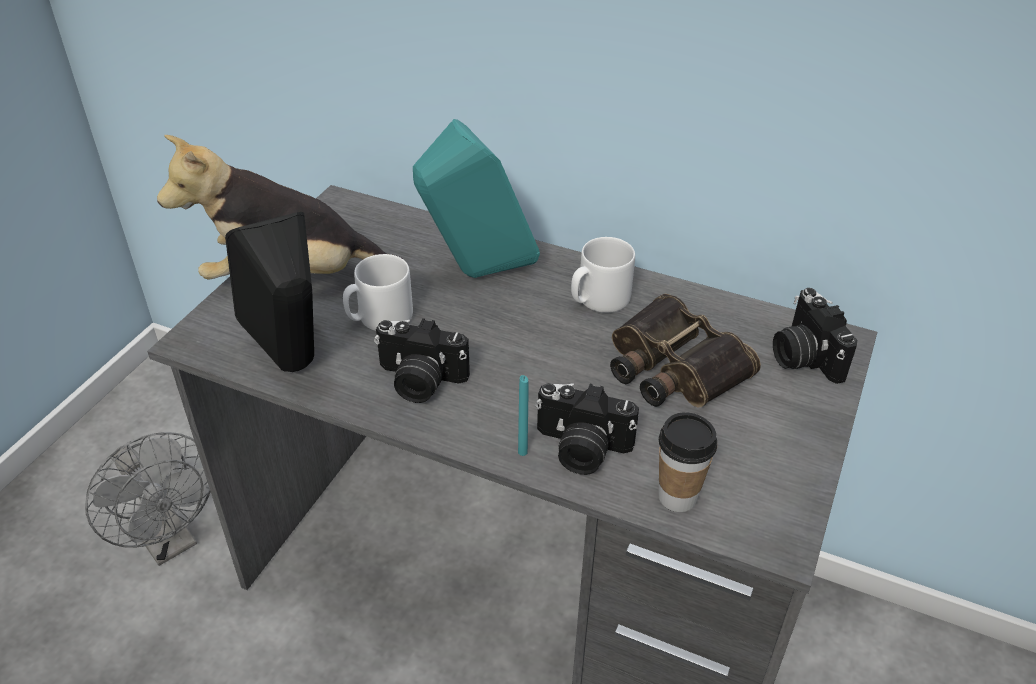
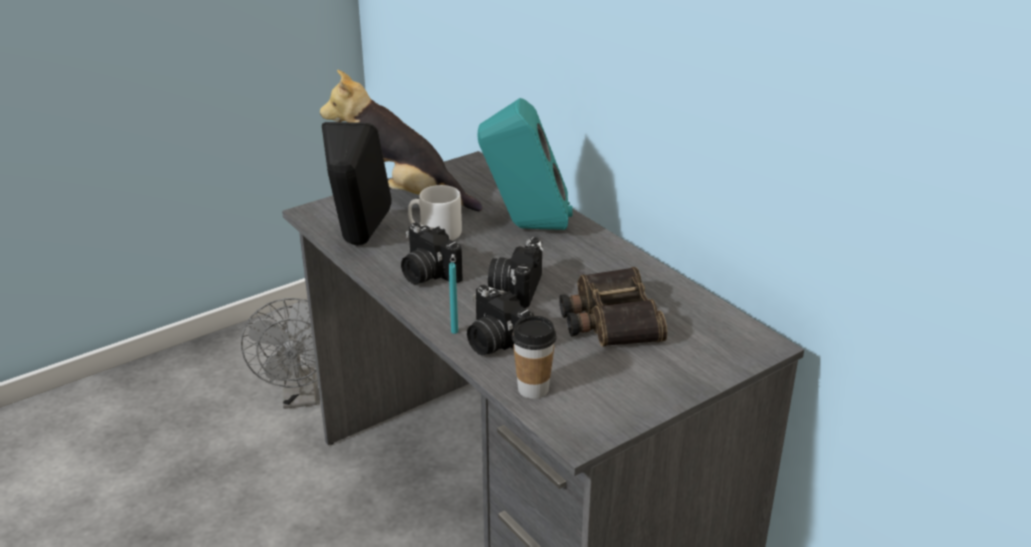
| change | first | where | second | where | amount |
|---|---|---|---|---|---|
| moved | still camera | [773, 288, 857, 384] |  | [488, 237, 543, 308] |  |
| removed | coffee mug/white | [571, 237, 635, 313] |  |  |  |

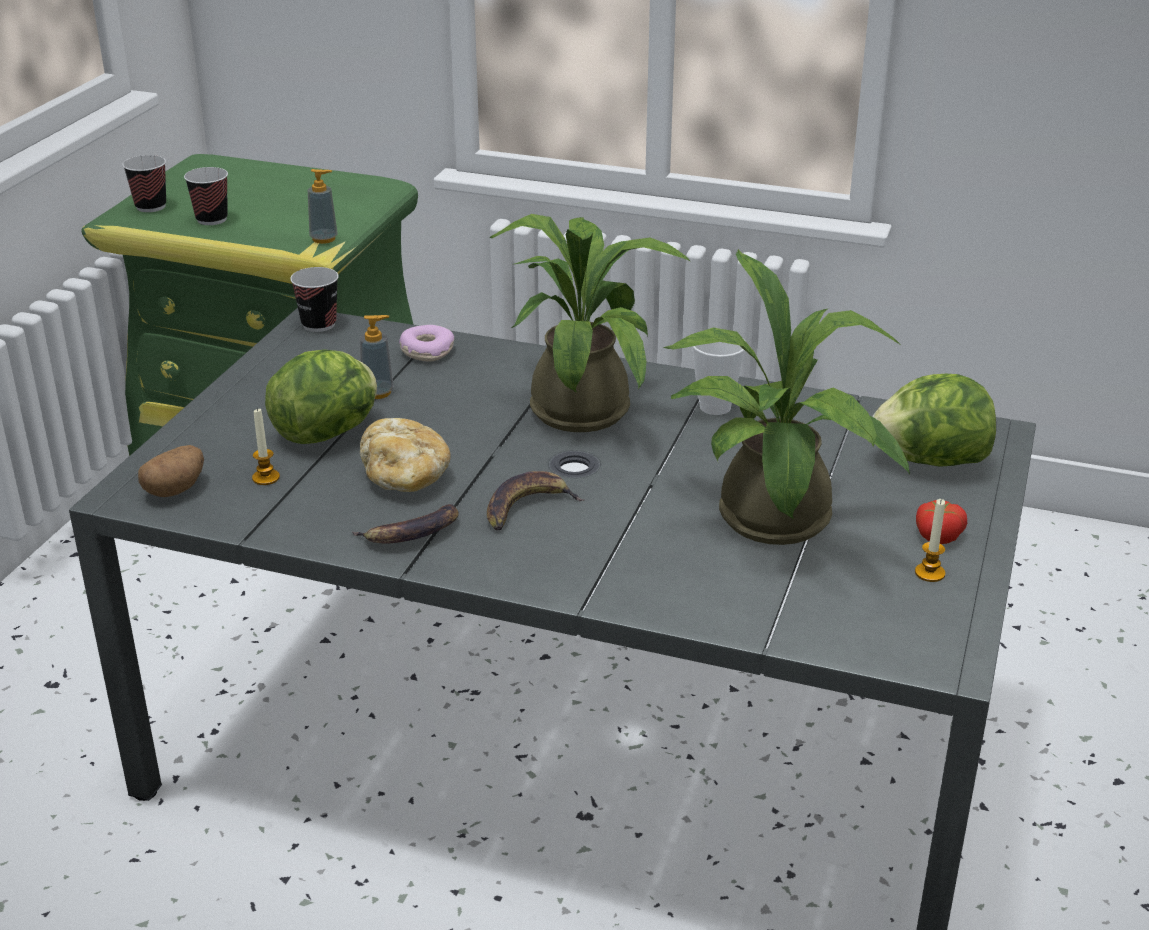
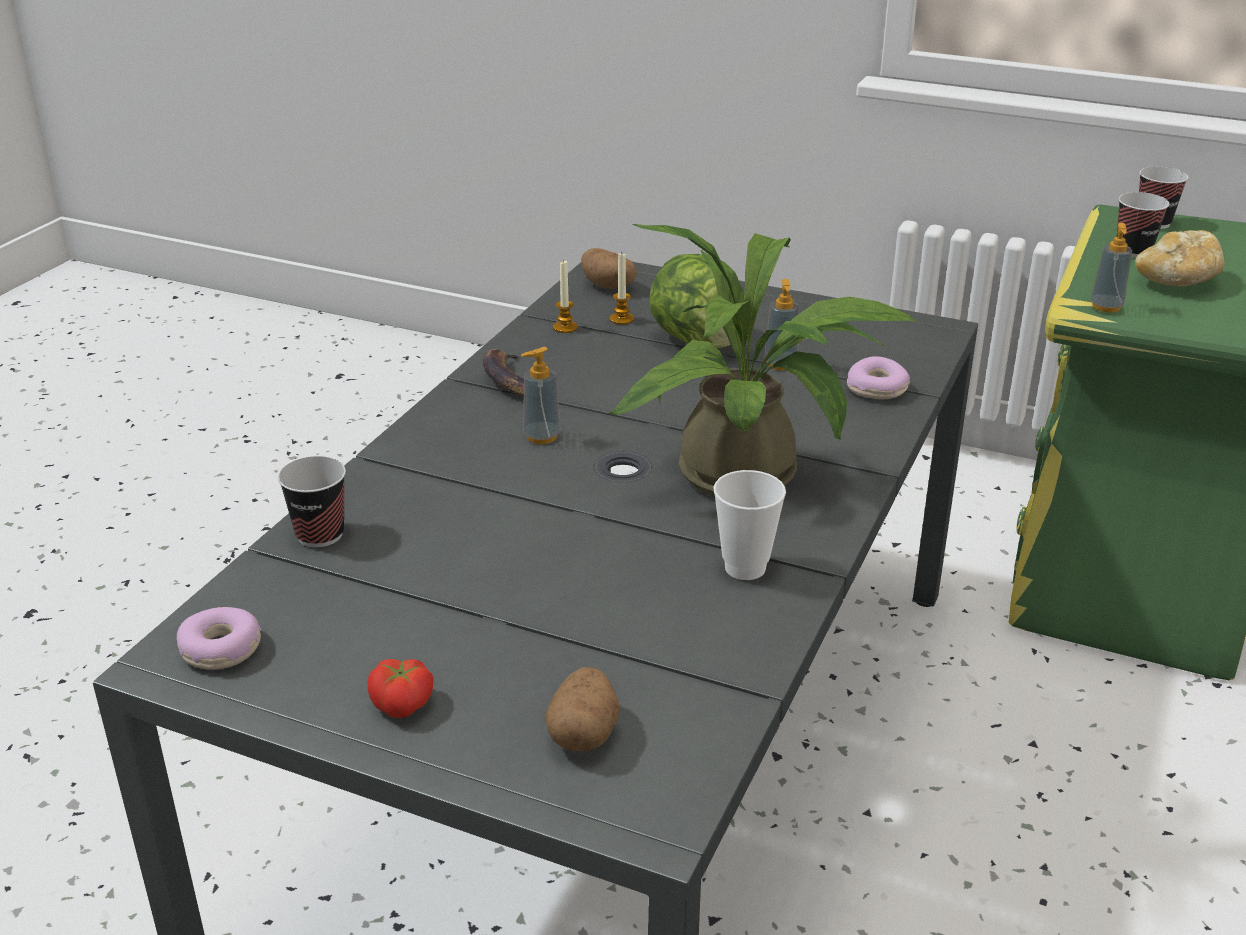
| change | first | where | second | where | amount |
|---|---|---|---|---|---|
| added |  |  | doughnut | [177, 607, 262, 670] |  |
| moved | small cup | [290, 267, 339, 332] |  | [278, 456, 346, 548] |  |
| replaced | whole banana | [487, 471, 585, 530] | soap bottle | [521, 347, 560, 444] |  |
| replaced | head of lettuce | [872, 374, 996, 467] | whole potato | [545, 667, 620, 751] |  |
| moved | wax candle | [915, 499, 945, 582] |  | [553, 259, 578, 333] |  |
| moved | bread | [360, 418, 451, 492] |  | [1135, 230, 1224, 287] |  |
| removed | houseplant | [663, 249, 910, 545] |  |  |  |

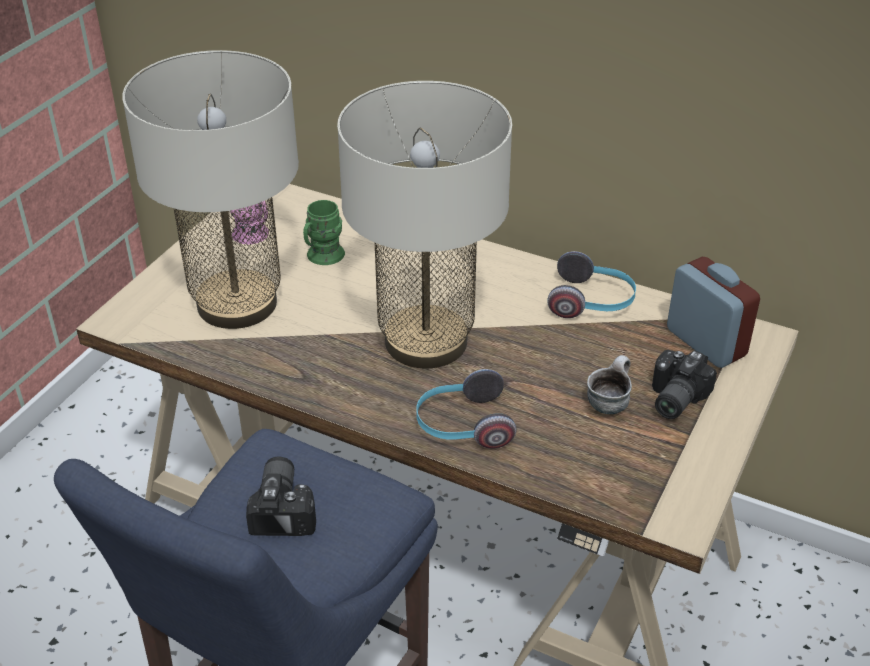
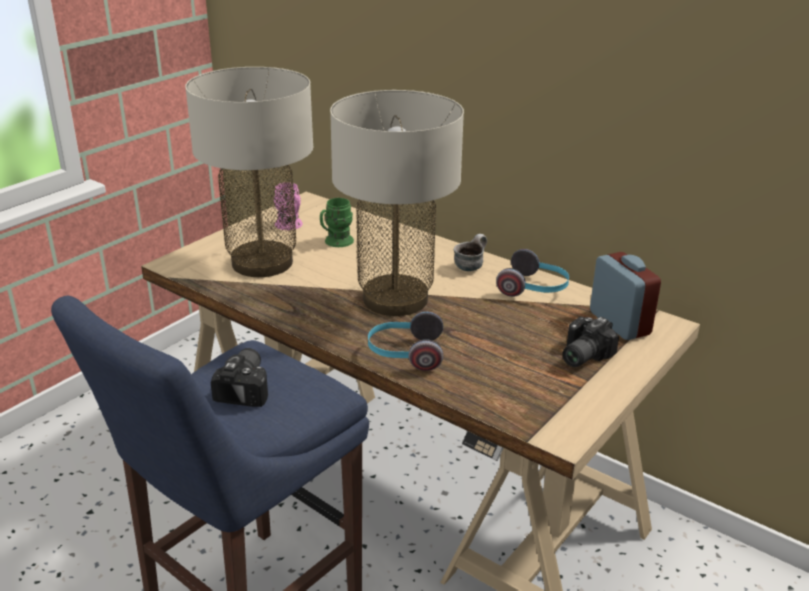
| change | first | where | second | where | amount |
|---|---|---|---|---|---|
| moved | coffee mug | [587, 355, 632, 414] |  | [454, 234, 487, 271] |  |

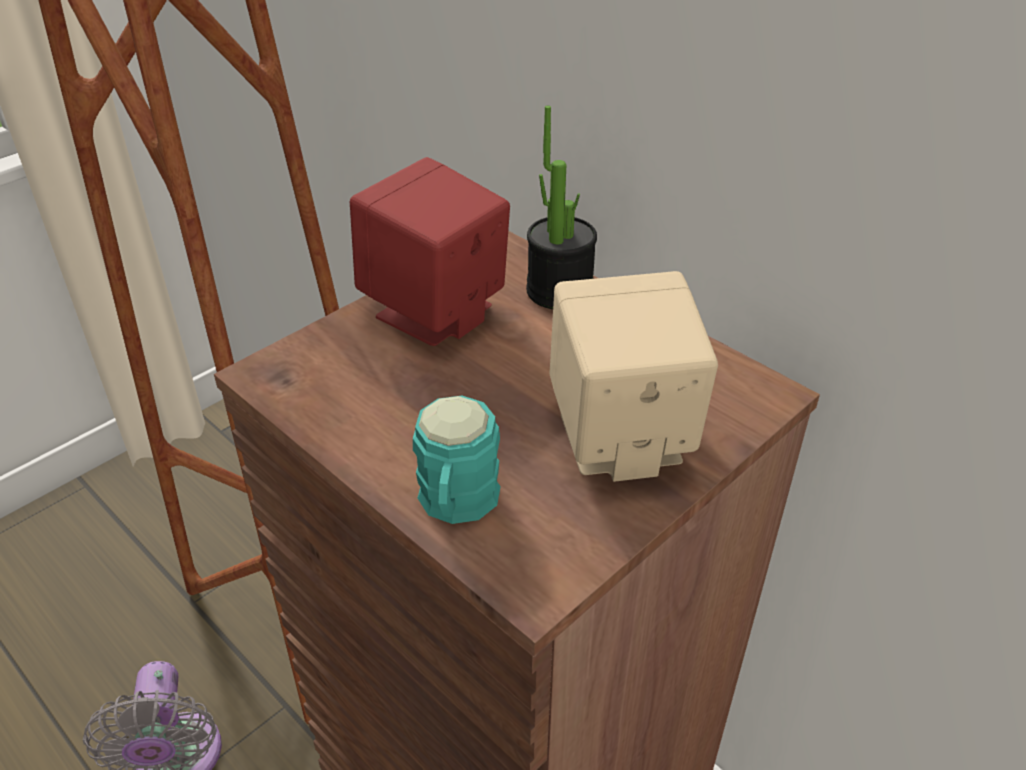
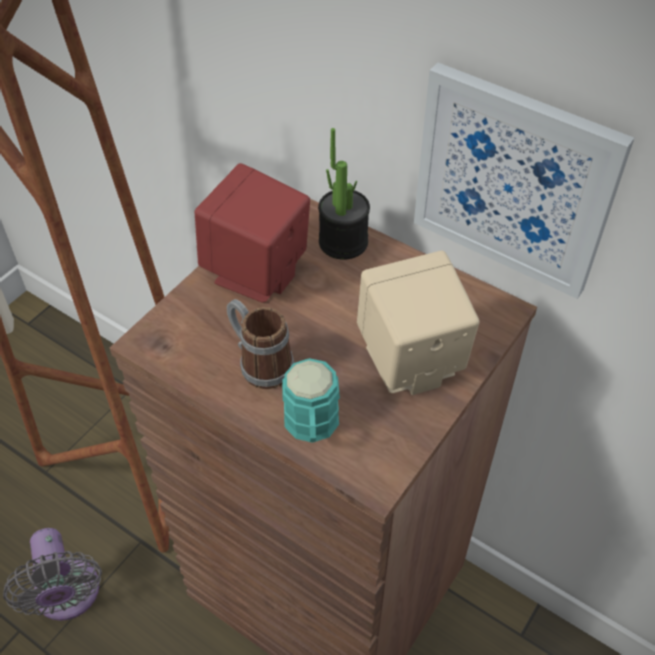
| change | first | where | second | where | amount |
|---|---|---|---|---|---|
| added |  |  | coffee mug | [227, 299, 294, 389] |  |
| added |  |  | wall art | [414, 63, 634, 299] |  |

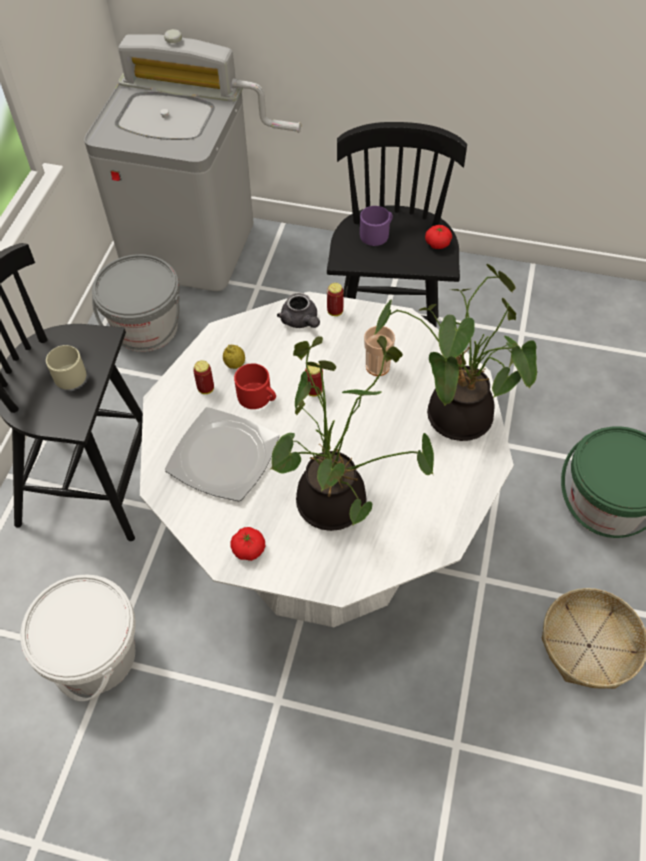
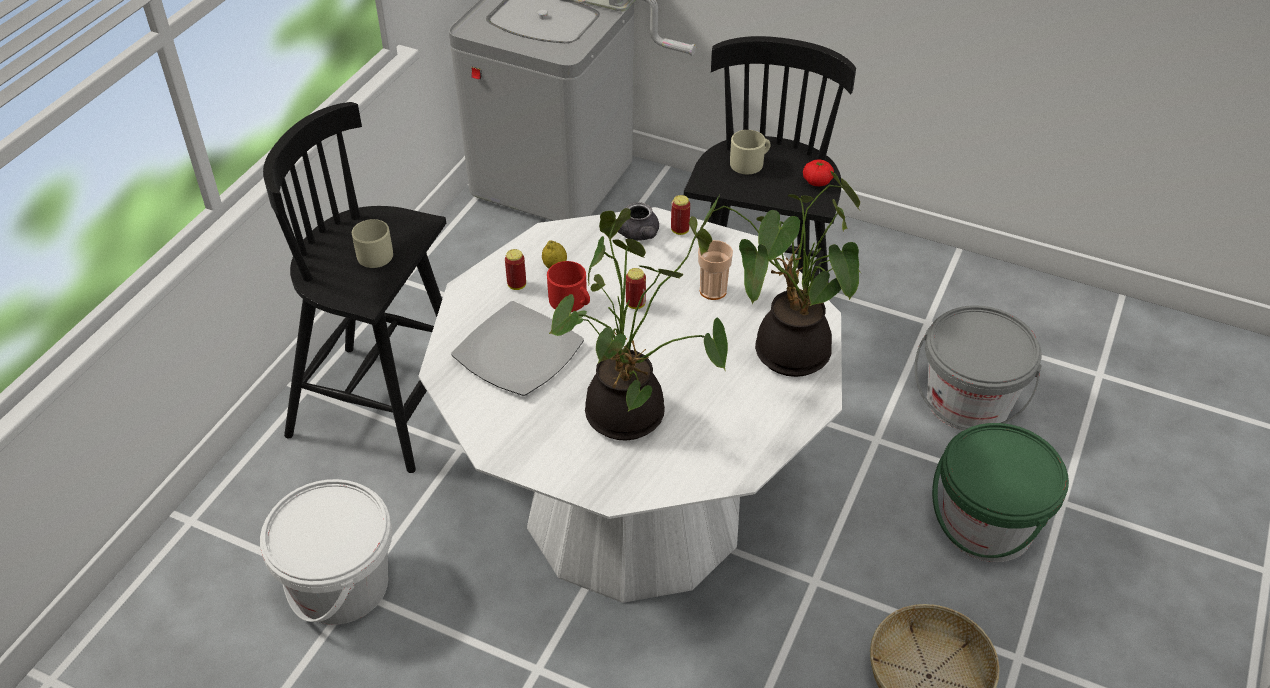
| change | first | where | second | where | amount |
|---|---|---|---|---|---|
| recoloured | coffee mug/purple | [360, 206, 393, 246] | coffee mug/beige | [730, 130, 771, 174] |  |
| moved | pail/gray | [92, 254, 180, 352] |  | [915, 305, 1042, 431] |  |
| removed | whole tomato | [230, 527, 265, 561] |  |  |  |

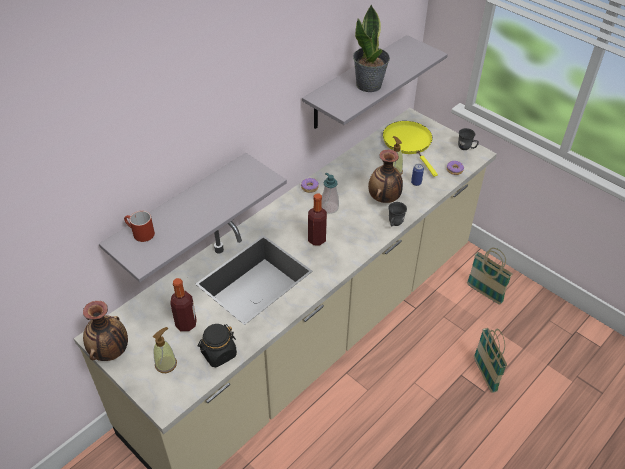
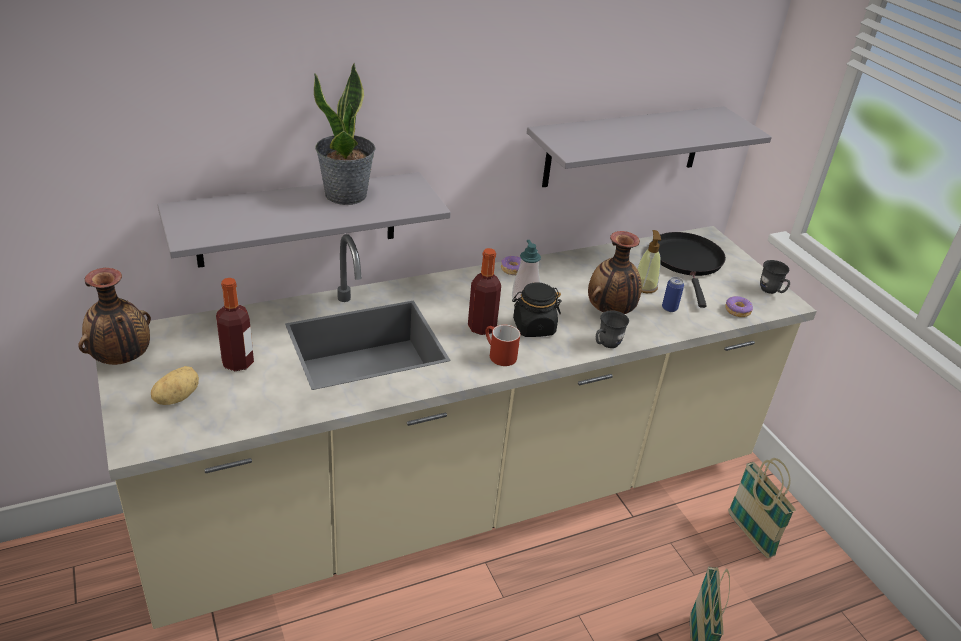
| change | first | where | second | where | amount |
|---|---|---|---|---|---|
| replaced | soap bottle | [153, 327, 177, 373] | whole potato | [151, 366, 199, 405] |  |
| moved | houseplant | [353, 4, 390, 92] |  | [314, 63, 376, 205] |  |
| moved | coffee mug/red | [124, 211, 155, 242] |  | [486, 325, 520, 366] |  |
| moved | storage jar/black | [197, 324, 237, 367] |  | [512, 282, 562, 337] |  |
| recoloured | pan/yellow | [383, 121, 438, 177] | pan/black | [652, 232, 726, 308] |  |

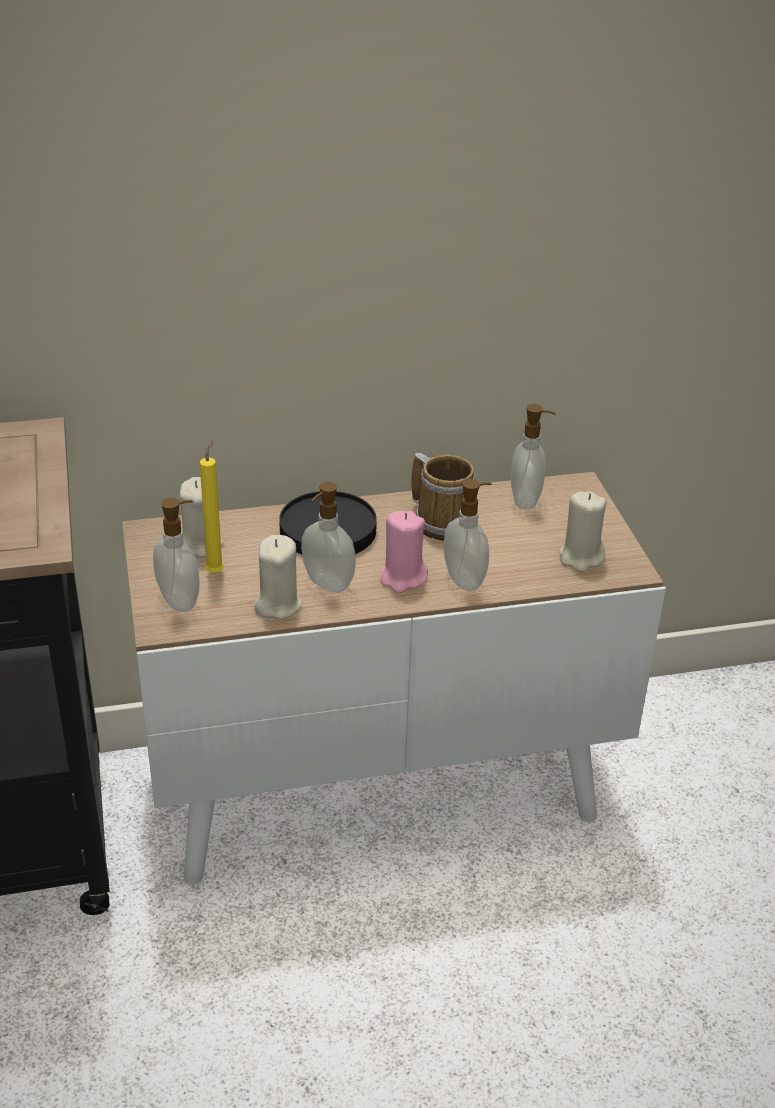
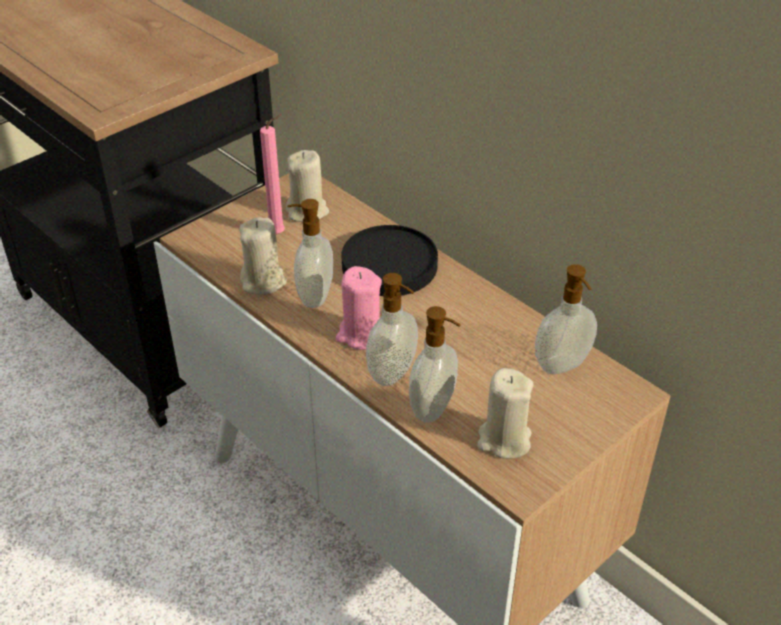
| change | first | where | second | where | amount |
|---|---|---|---|---|---|
| recoloured | wax candle/yellow | [200, 440, 224, 574] | wax candle/pink | [260, 114, 285, 235] |  |
| moved | soap bottle | [153, 498, 200, 612] |  | [409, 306, 461, 422] |  |
| removed | coffee mug | [411, 453, 476, 541] |  |  |  |

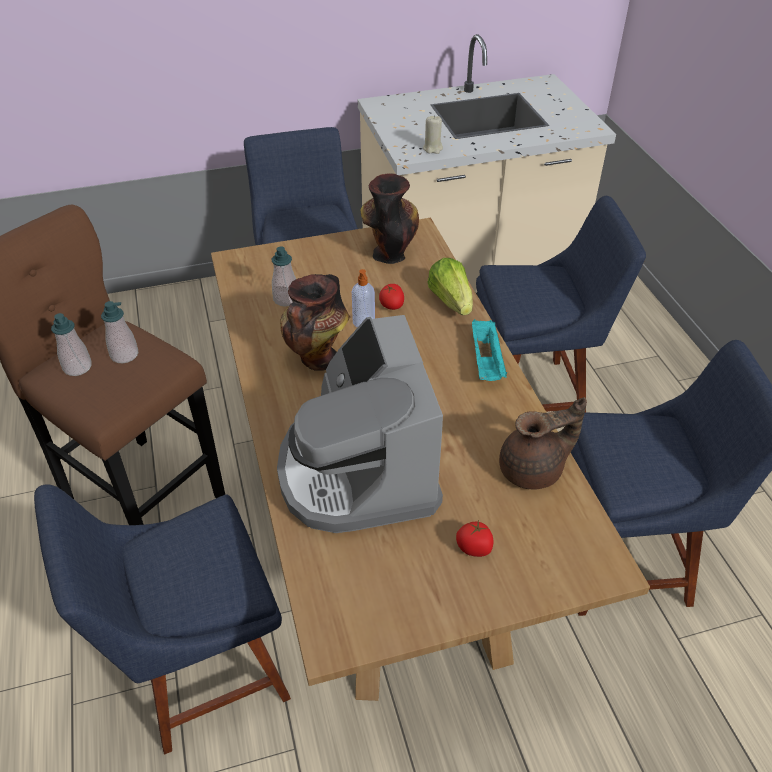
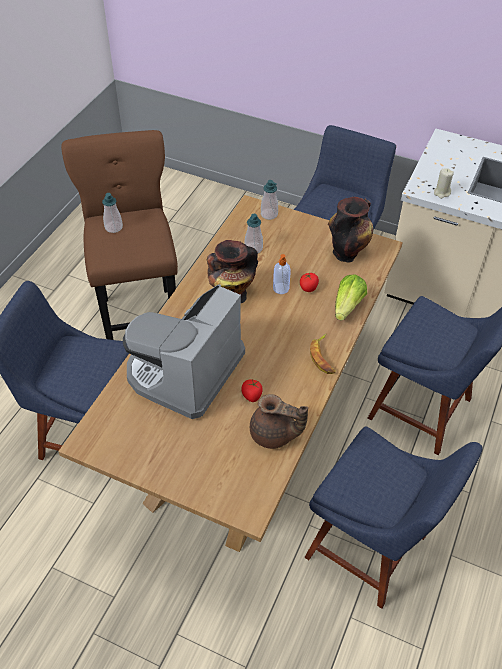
| change | first | where | second | where | amount |
|---|---|---|---|---|---|
| moved | whole tomato | [456, 520, 494, 557] |  | [241, 379, 263, 402] |  |
| moved | soap bottle | [101, 301, 138, 363] |  | [261, 180, 278, 220] |  |
| replaced | tray/blue-green | [472, 319, 507, 381] | whole banana | [310, 334, 336, 374] |  |

